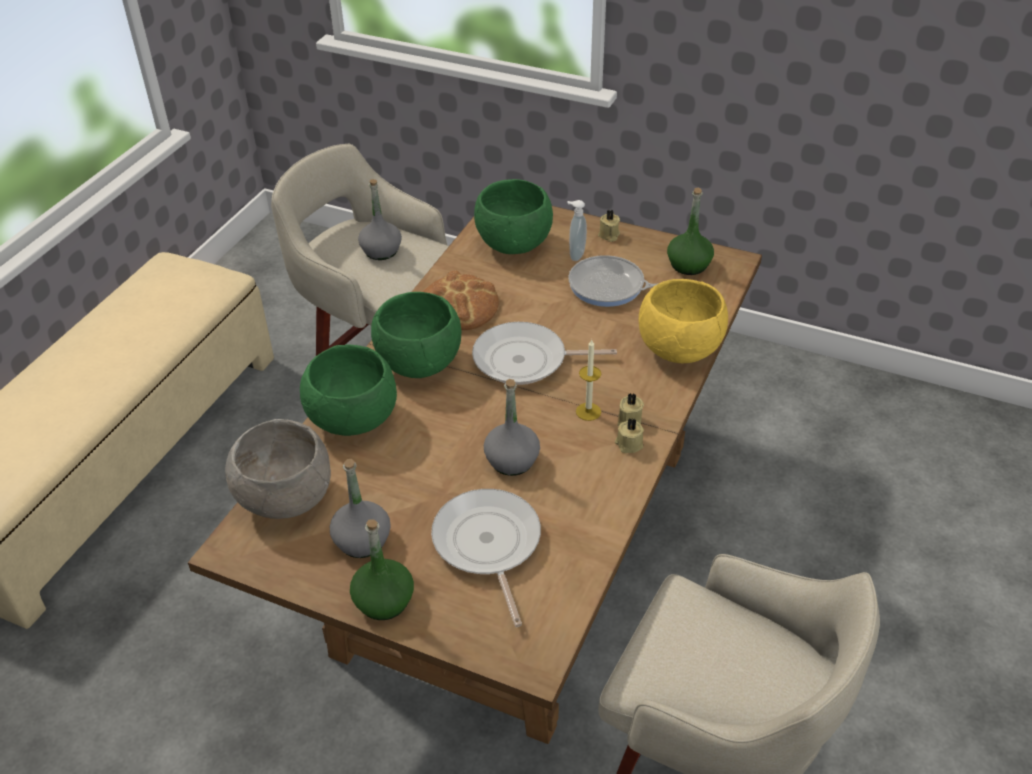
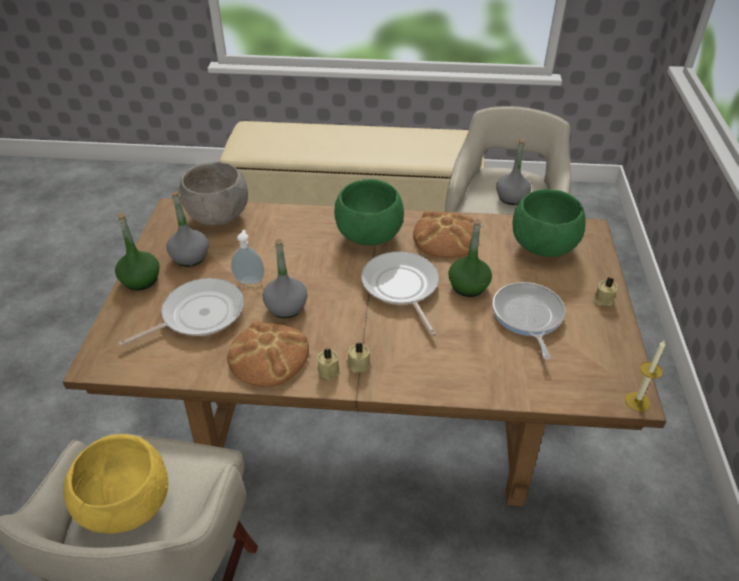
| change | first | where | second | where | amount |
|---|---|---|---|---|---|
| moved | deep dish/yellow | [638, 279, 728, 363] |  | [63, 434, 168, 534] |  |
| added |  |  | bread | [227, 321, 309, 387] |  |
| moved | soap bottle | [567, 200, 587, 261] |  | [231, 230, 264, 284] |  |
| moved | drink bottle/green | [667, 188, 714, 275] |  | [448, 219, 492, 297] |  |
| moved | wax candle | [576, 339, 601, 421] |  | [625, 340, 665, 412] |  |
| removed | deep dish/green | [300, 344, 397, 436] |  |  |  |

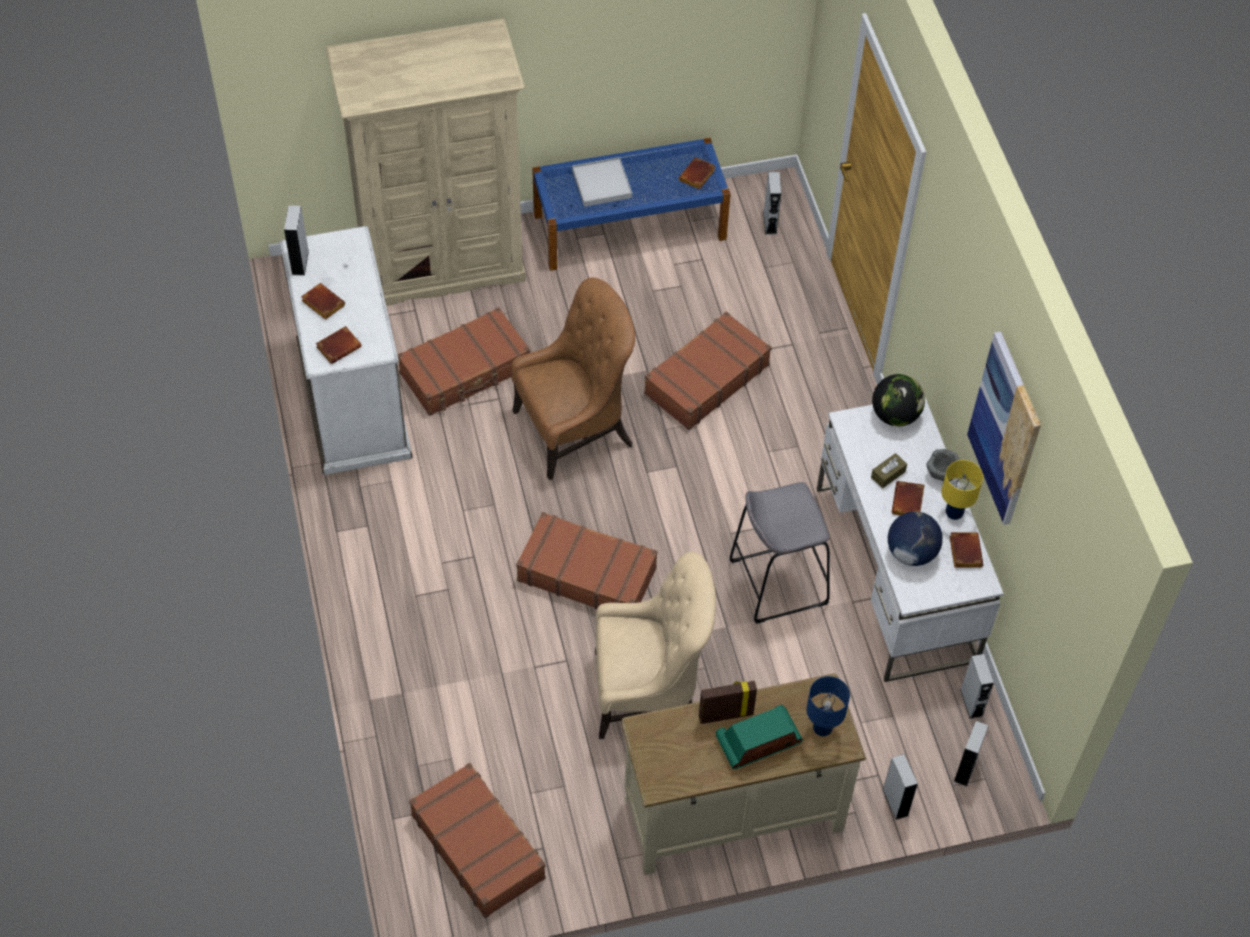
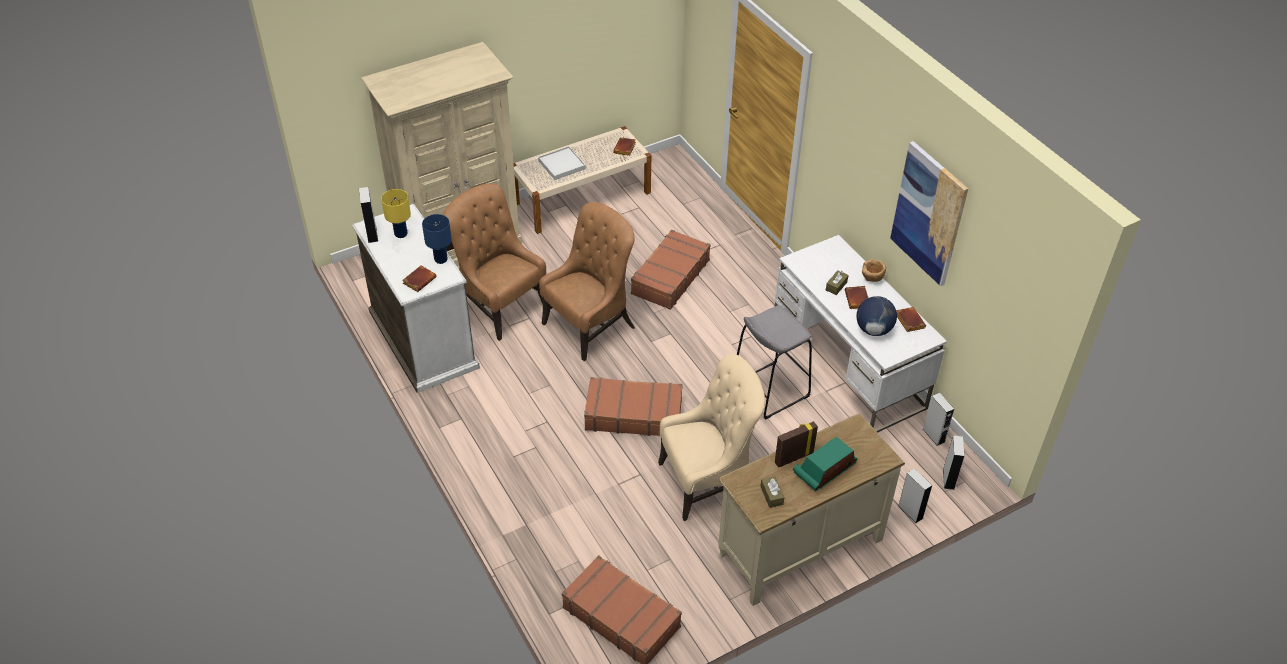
| change | first | where | second | where | amount |
|---|---|---|---|---|---|
| moved | lamp for a table/yellow | [941, 460, 983, 520] |  | [381, 189, 411, 238] |  |
| moved | lamp for a table/blue-coloured | [806, 676, 850, 736] |  | [422, 214, 452, 264] |  |
| replaced | suitcase/brown | [397, 307, 530, 416] | plain chair/brown | [444, 183, 546, 341] |  |
| recoloured | indoor bench/blue-coloured | [532, 137, 731, 271] | indoor bench/beige | [514, 126, 651, 234] |  |
| added |  |  | tissue holder/brown | [760, 476, 784, 508] |  |
| recoloured | deep dish/gray | [926, 449, 960, 482] | deep dish/brown | [862, 259, 886, 282] |  |
| removed | book/brown | [301, 283, 345, 320] |  |  |  |
| removed | speaker/gray | [763, 172, 781, 234] |  |  |  |
| removed | desk globe | [872, 374, 925, 426] |  |  |  |

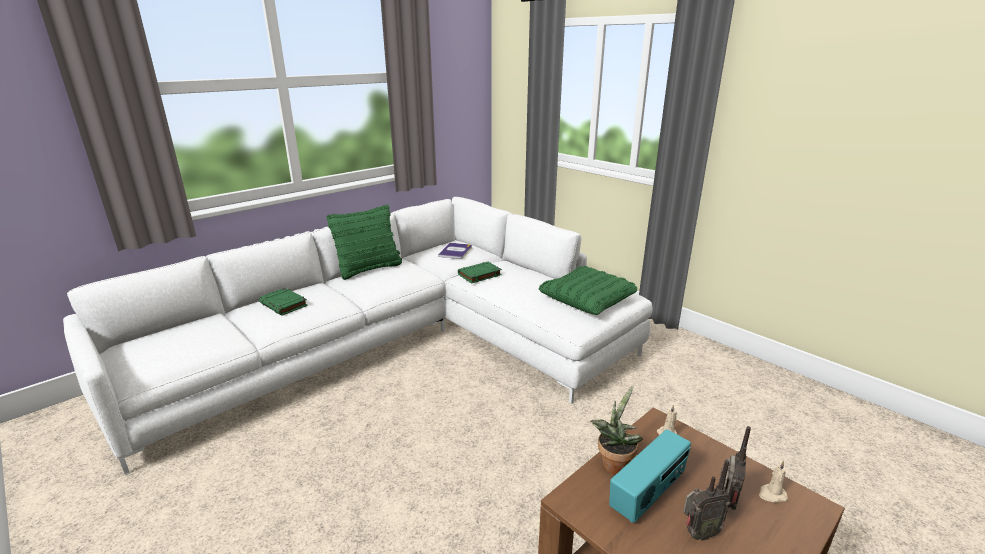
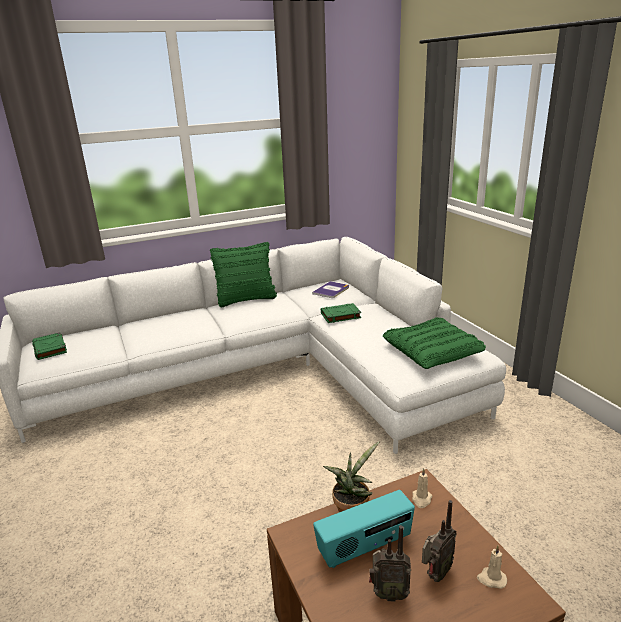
| change | first | where | second | where | amount |
|---|---|---|---|---|---|
| moved | book/green | [259, 288, 308, 316] |  | [32, 332, 67, 360] |  |

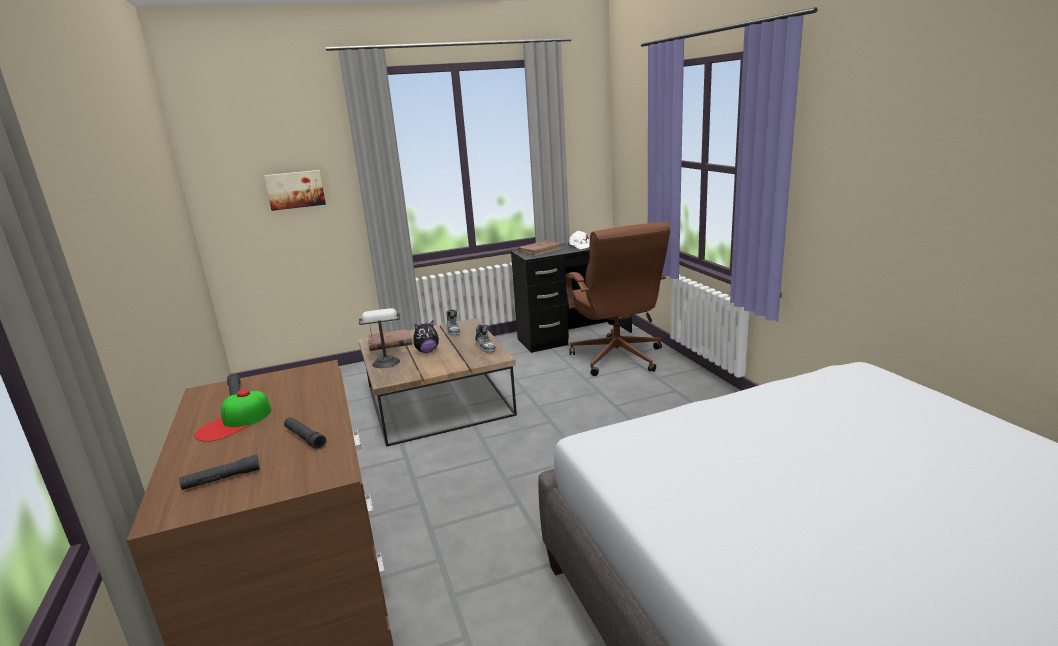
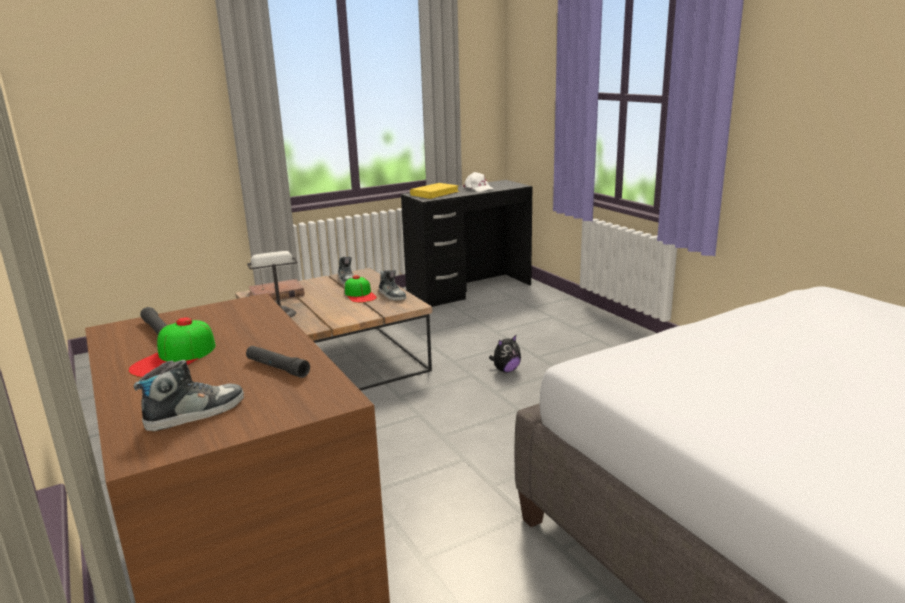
| change | first | where | second | where | amount |
|---|---|---|---|---|---|
| replaced | flashlight/black | [179, 454, 260, 490] | item of footwear | [134, 360, 244, 431] |  |
| added |  |  | cap | [345, 275, 377, 303] |  |
| recoloured | book/brown | [518, 240, 562, 257] | book/yellow | [410, 183, 460, 199] |  |
| moved | cuddly toy | [413, 320, 439, 353] |  | [489, 335, 521, 373] |  |
| removed | wall art | [264, 170, 326, 211] |  |  |  |
| removed | computer chair/brown | [565, 222, 670, 376] |  |  |  |

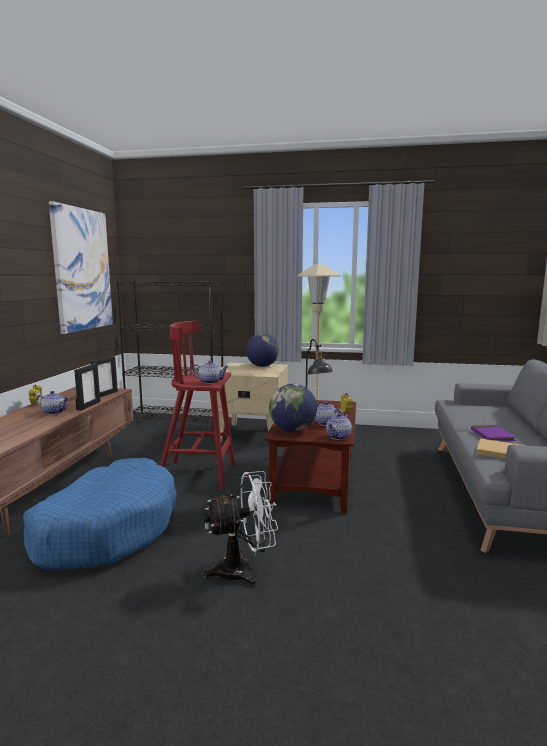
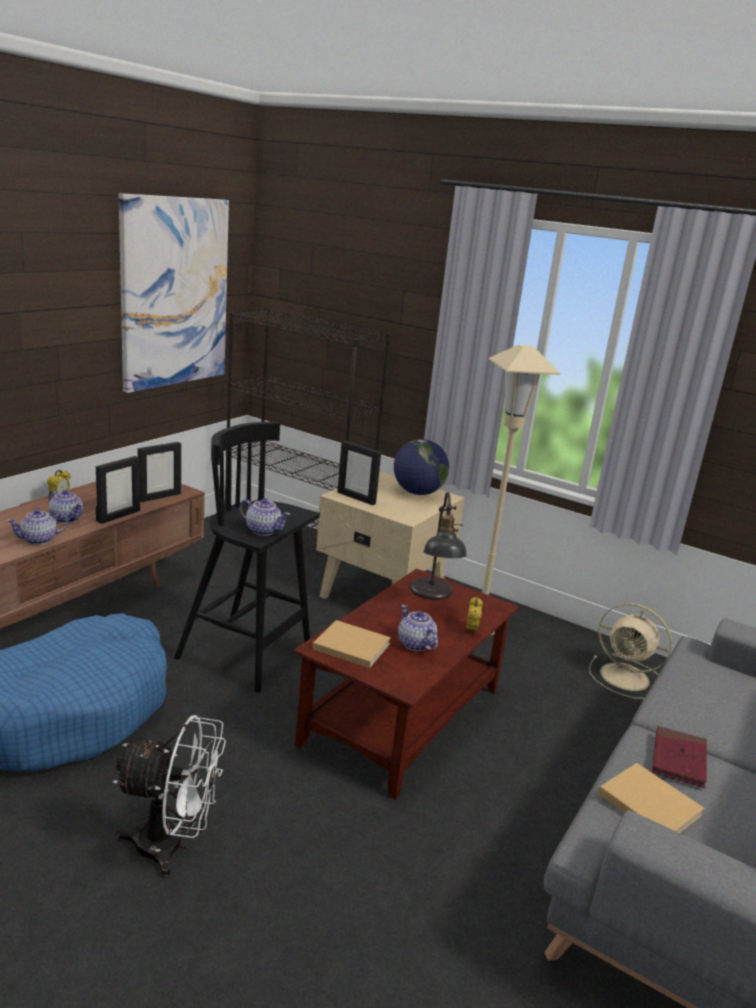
| change | first | where | second | where | amount |
|---|---|---|---|---|---|
| moved | teapot | [326, 413, 352, 440] |  | [7, 509, 68, 545] |  |
| recoloured | stool/red | [160, 321, 235, 490] | stool/black | [174, 422, 320, 692] |  |
| replaced | desk globe | [269, 384, 317, 432] | book/beige | [312, 620, 391, 668] |  |
| added |  |  | picture frame | [337, 441, 381, 505] |  |
| added |  |  | fan/beige | [589, 603, 672, 699] |  |
| recoloured | book/purple | [471, 425, 516, 441] | book/red | [652, 726, 707, 788] |  |

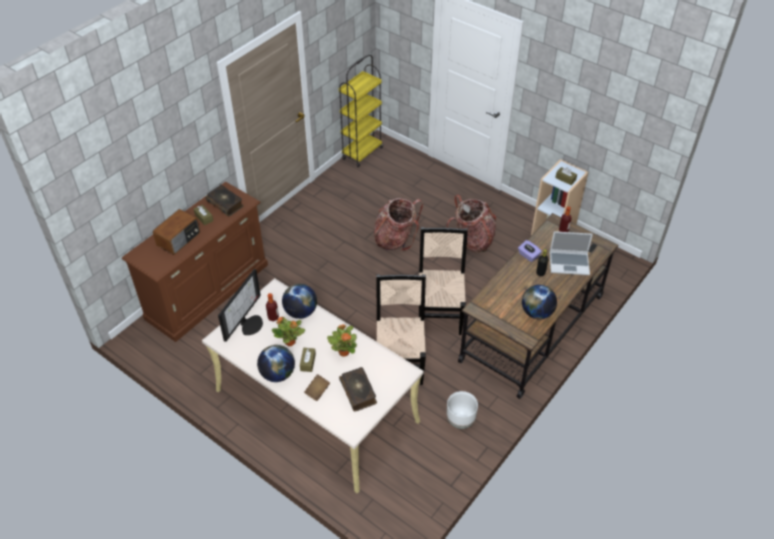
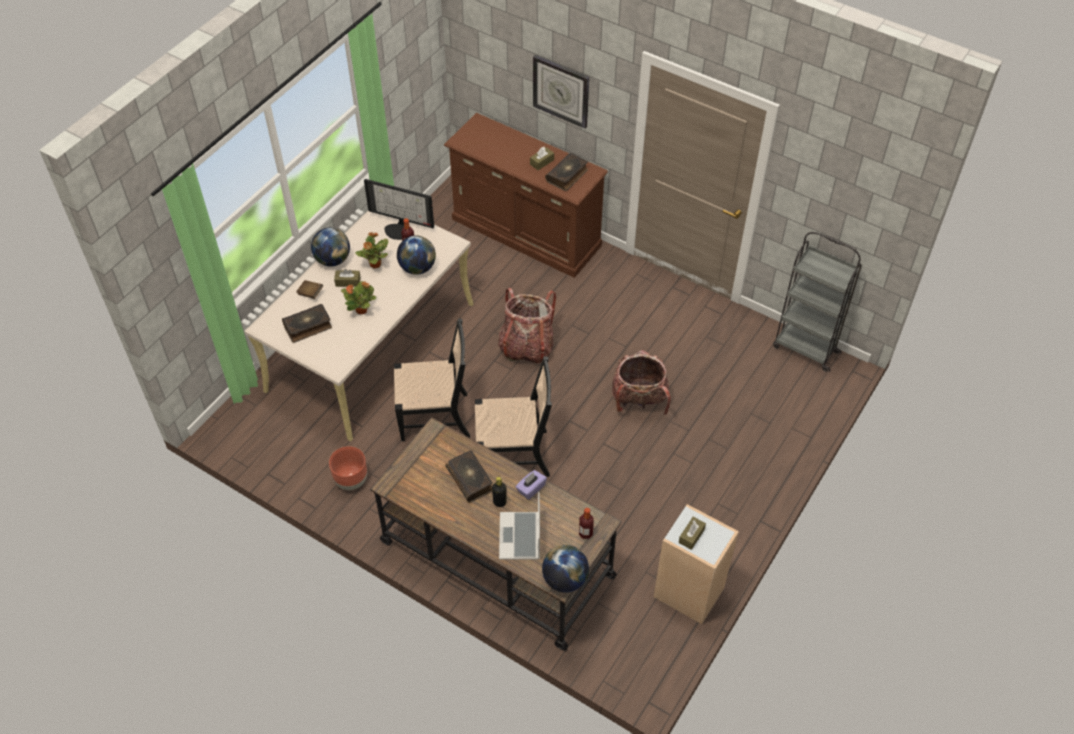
| change | first | where | second | where | amount |
|---|---|---|---|---|---|
| recoloured | planter/white | [447, 391, 478, 429] | planter/brown | [329, 446, 367, 490] |  |
| added |  |  | book | [446, 450, 492, 503] |  |
| moved | backpack | [447, 195, 496, 253] |  | [498, 288, 556, 363] |  |
| added |  |  | hanging clock | [533, 55, 589, 129] |  |
| moved | desk globe | [522, 285, 557, 319] |  | [542, 545, 589, 593] |  |
| recoloured | cart/yellow | [339, 55, 384, 168] | cart/gray | [773, 232, 862, 372] |  |
| removed | radio receiver | [153, 209, 200, 255] |  |  |  |

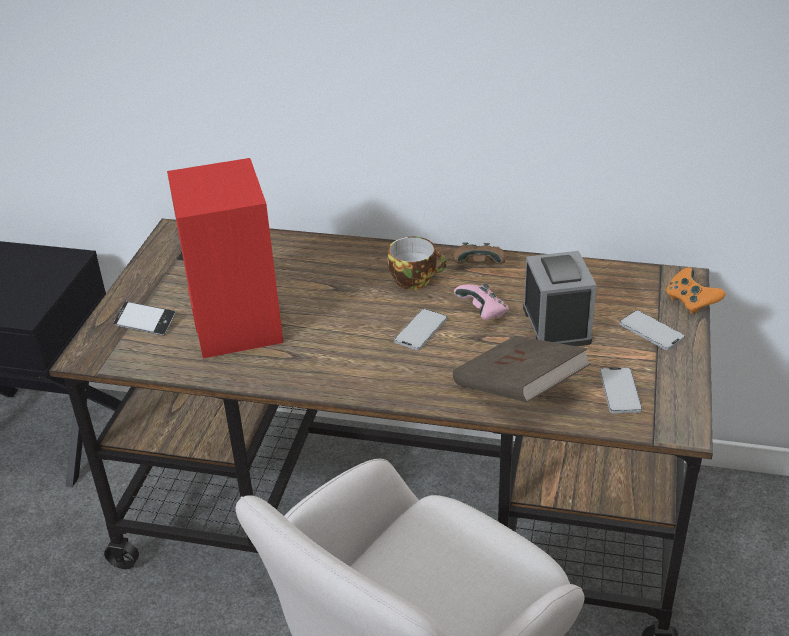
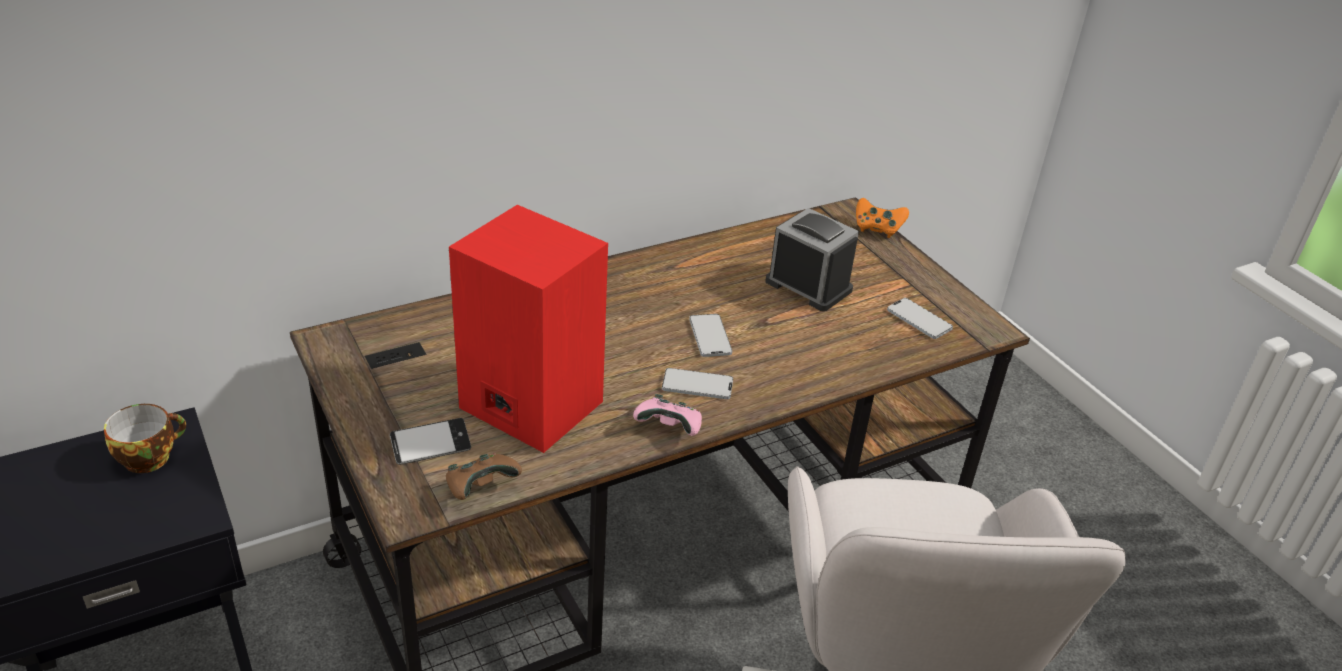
| change | first | where | second | where | amount |
|---|---|---|---|---|---|
| moved | small cup | [388, 237, 447, 290] |  | [104, 404, 186, 473] |  |
| moved | game controller/brown | [453, 243, 506, 264] |  | [446, 453, 522, 500] |  |
| moved | game controller/pink | [454, 283, 509, 320] |  | [633, 394, 702, 436] |  |
| moved | phone | [619, 310, 685, 350] |  | [662, 368, 733, 399] |  |
| removed | book/brown | [453, 336, 591, 402] |  |  |  |

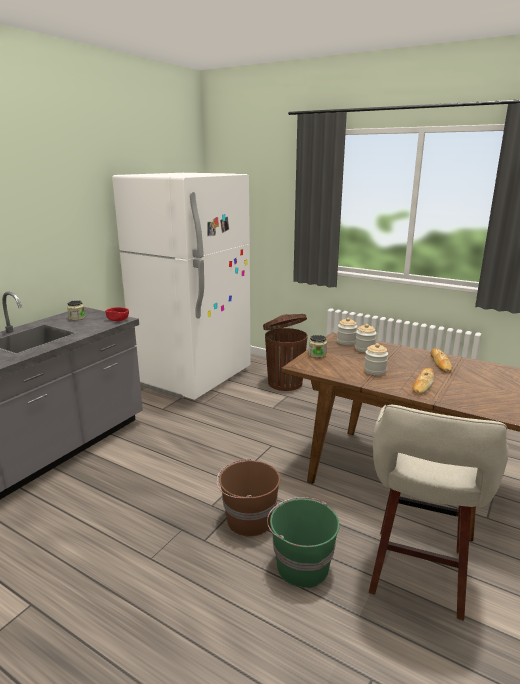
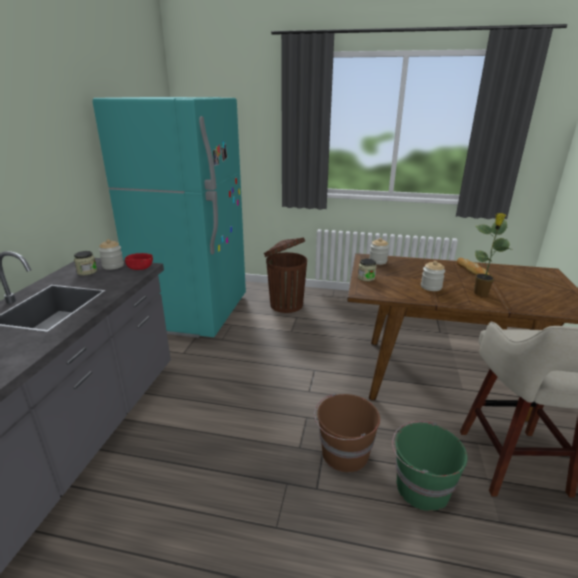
| change | first | where | second | where | amount |
|---|---|---|---|---|---|
| recoloured | fridge/white | [112, 173, 251, 400] | fridge/blue-green | [93, 97, 246, 338] |  |
| moved | storage jar | [355, 324, 376, 352] |  | [99, 239, 124, 270] |  |
| replaced | bread | [412, 368, 434, 395] | houseplant | [474, 213, 512, 296] |  |

